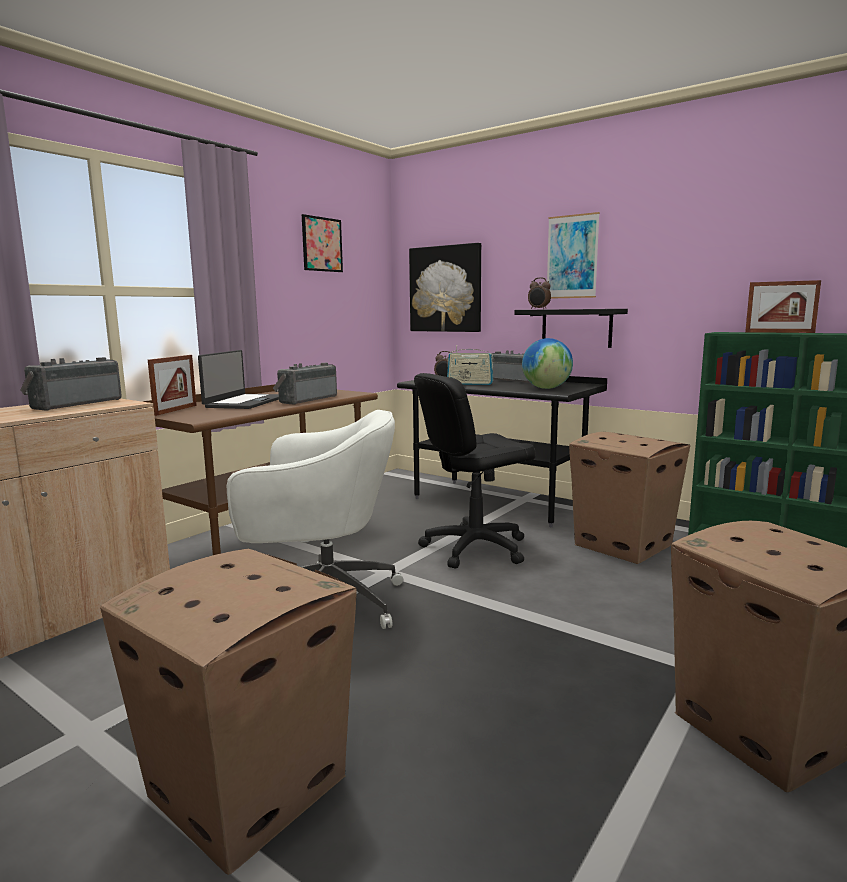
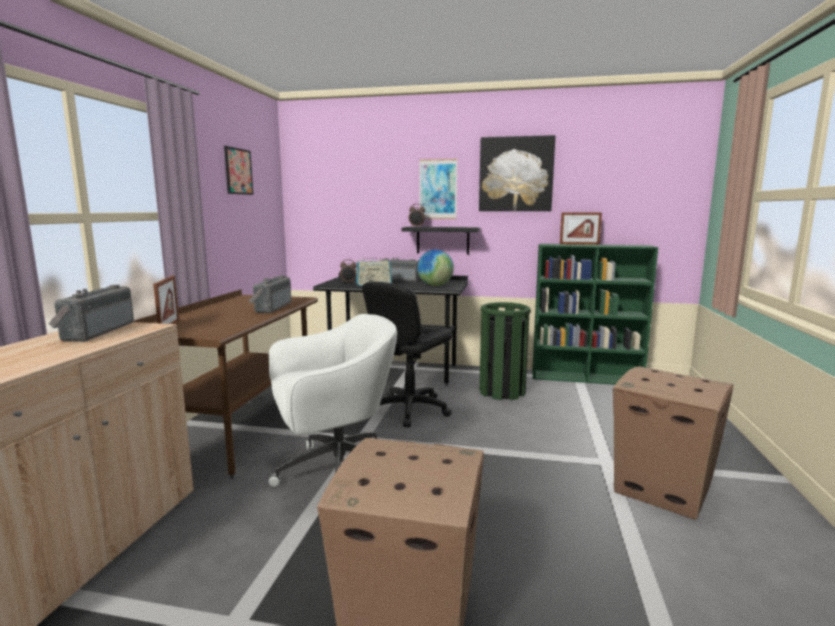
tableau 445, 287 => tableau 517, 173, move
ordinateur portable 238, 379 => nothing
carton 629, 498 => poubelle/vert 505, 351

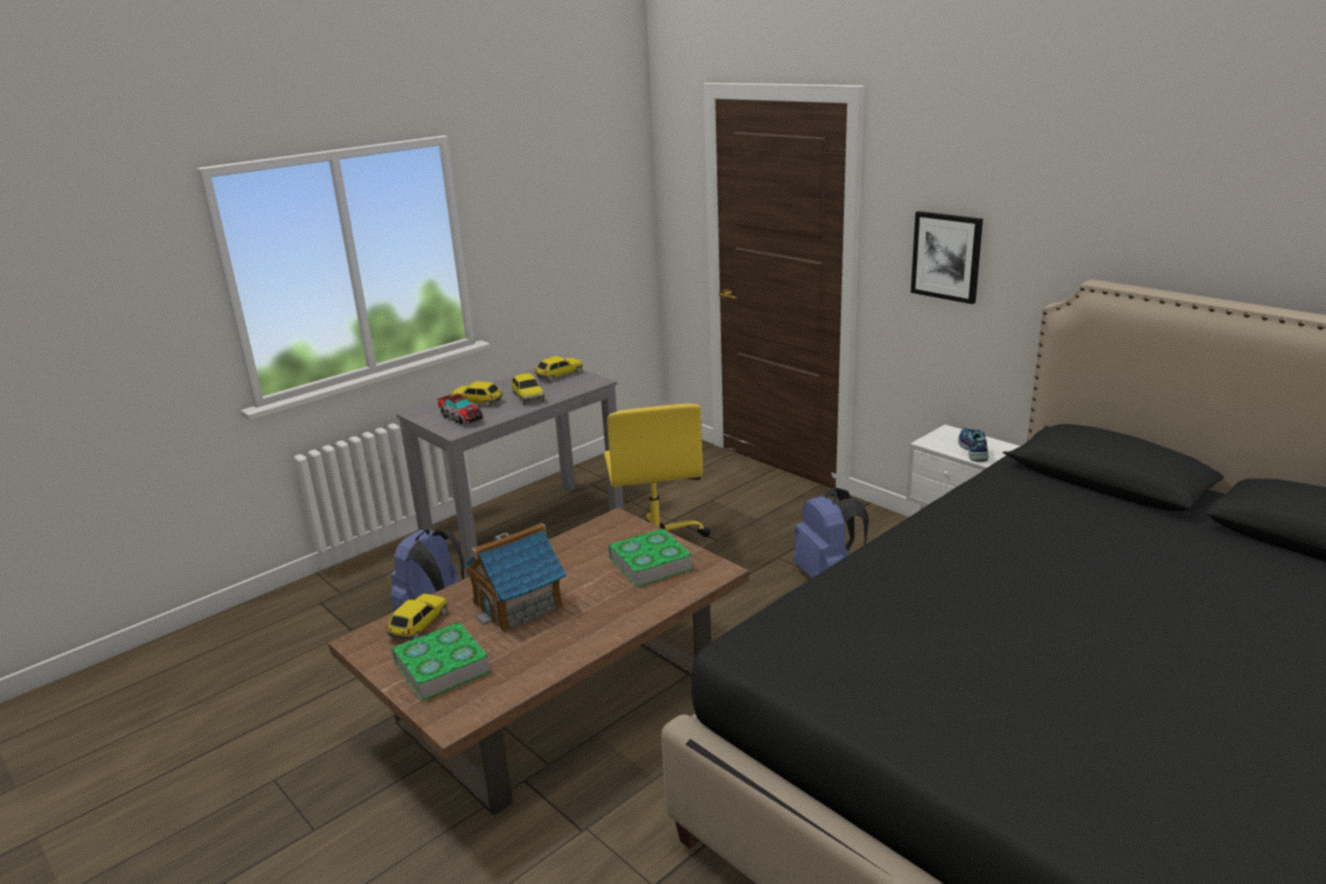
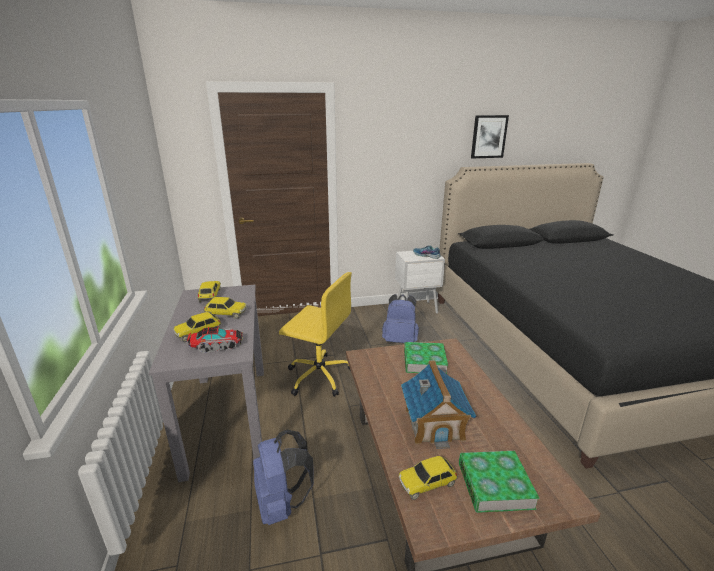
tableau 947, 257 => tableau 490, 136, move
petite voiture 416, 617 => petite voiture 428, 478, 75 degrees counterclockwise

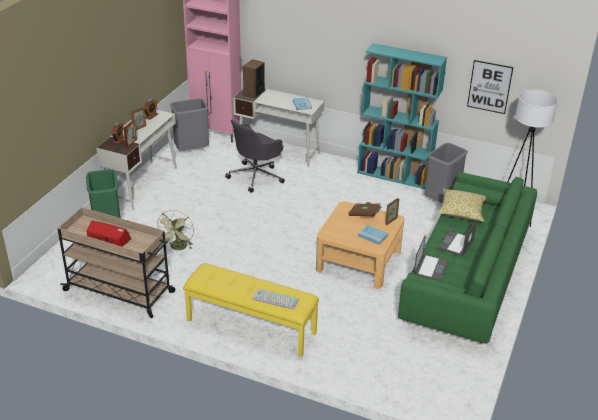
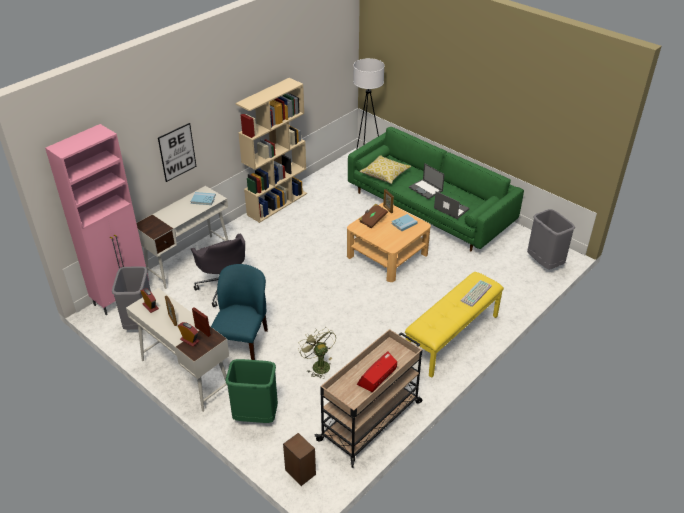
bibliothèque/turquoise 402, 116 => bibliothèque/beige 271, 150
enceinte 254, 79 => enceinte 299, 459, move
tableau 490, 87 => tableau 177, 152, move
poubelle/gris 446, 173 => poubelle/gris 551, 239, move
ventilateur/vert 175, 230 => ventilateur/vert 317, 353, 150 degrees counterclockwise
nothing => chaise/bleu 239, 312

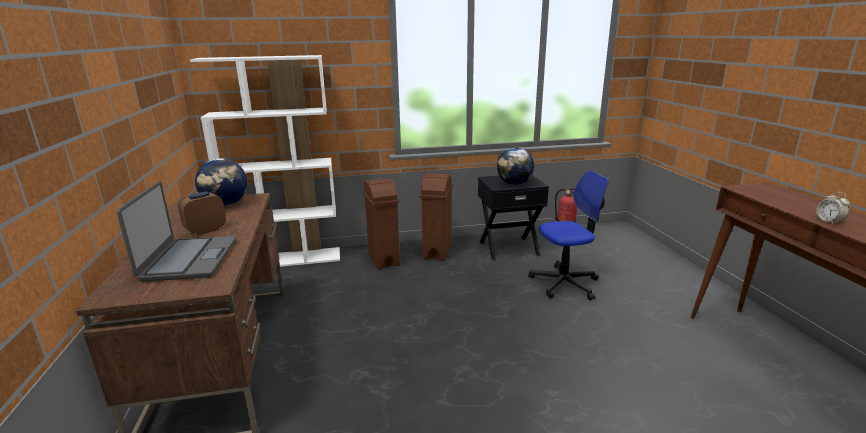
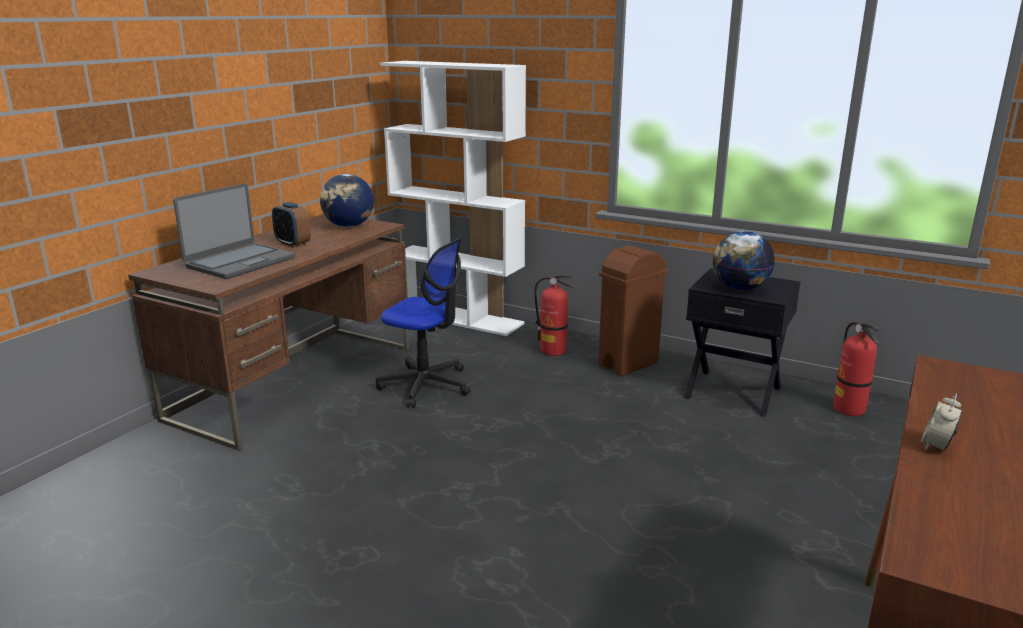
chaise de bureau 568, 235 => chaise de bureau 423, 323, move
poubelle/marron 381, 223 => extincteur 554, 315
réveil 202, 213 => réveil 291, 224, 135 degrees counterclockwise

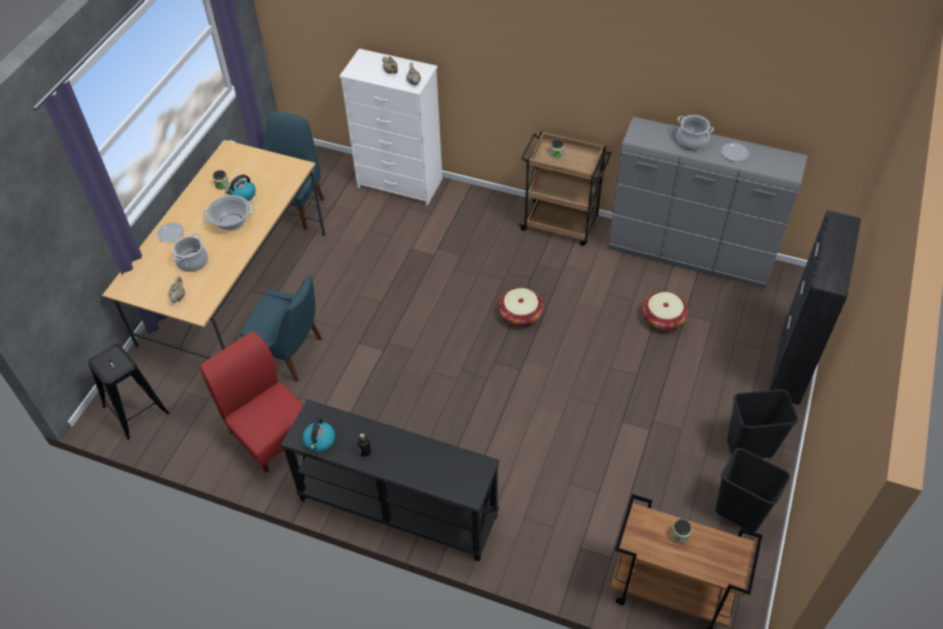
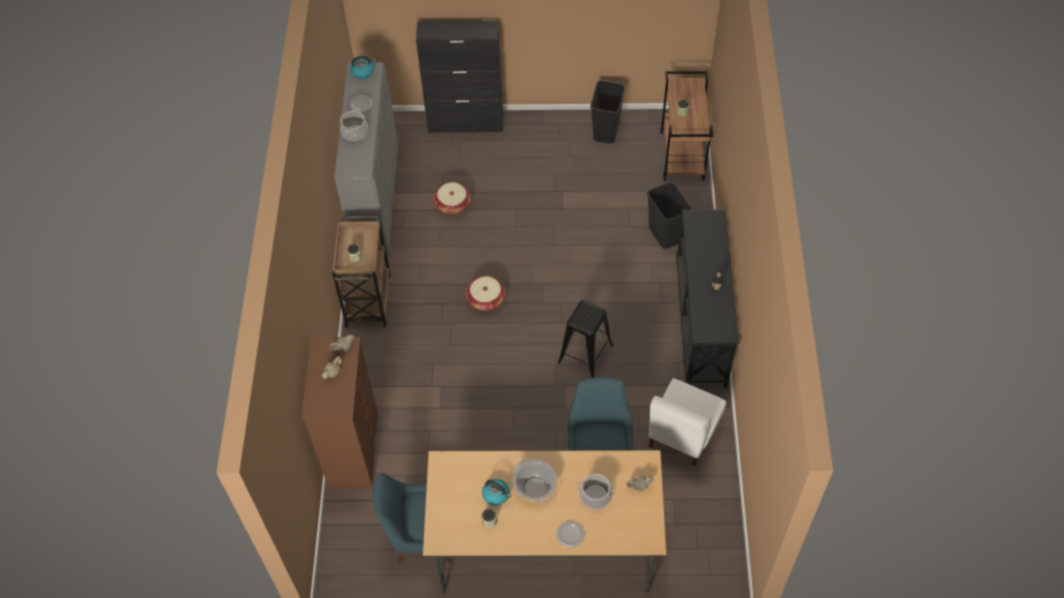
commode/blanc 391, 127 => commode/marron 339, 412
chaise/rouge 251, 402 => chaise/blanc 687, 422
tabouret/noir 128, 392 => tabouret/noir 585, 339, move
poubelle/noir 762, 423 => poubelle/noir 669, 215, move
bouilloire 319, 435 => bouilloire 363, 67, move

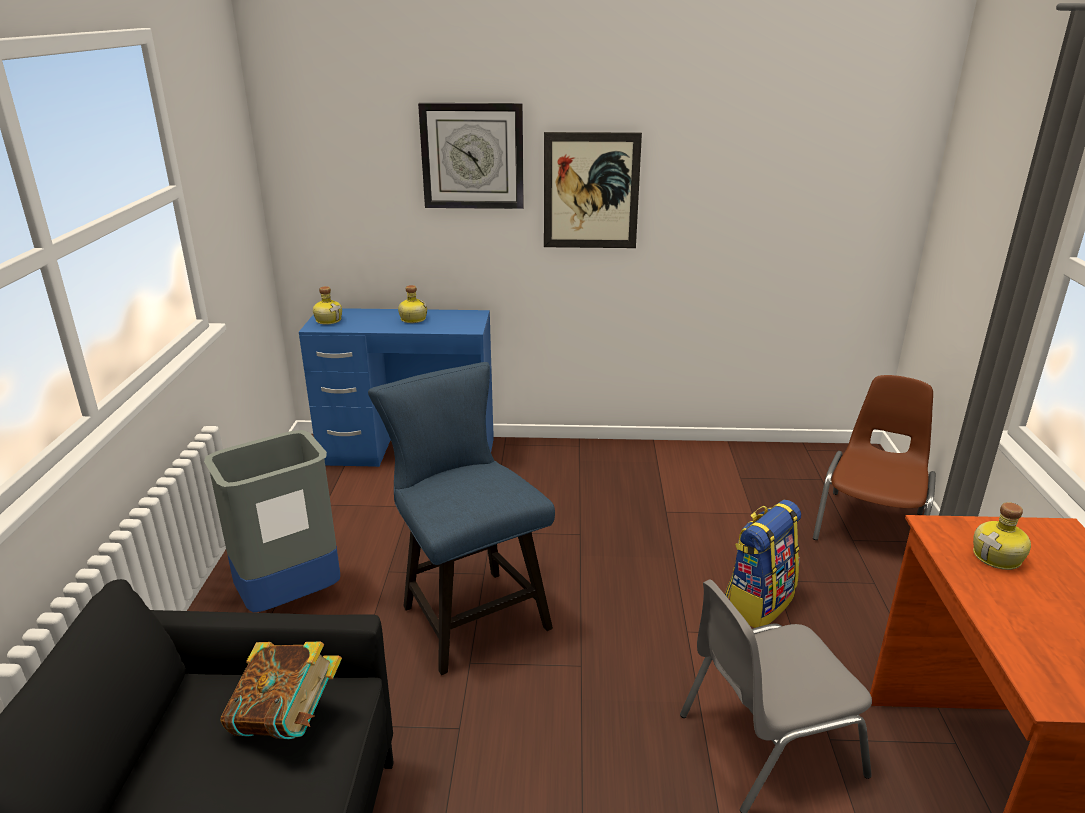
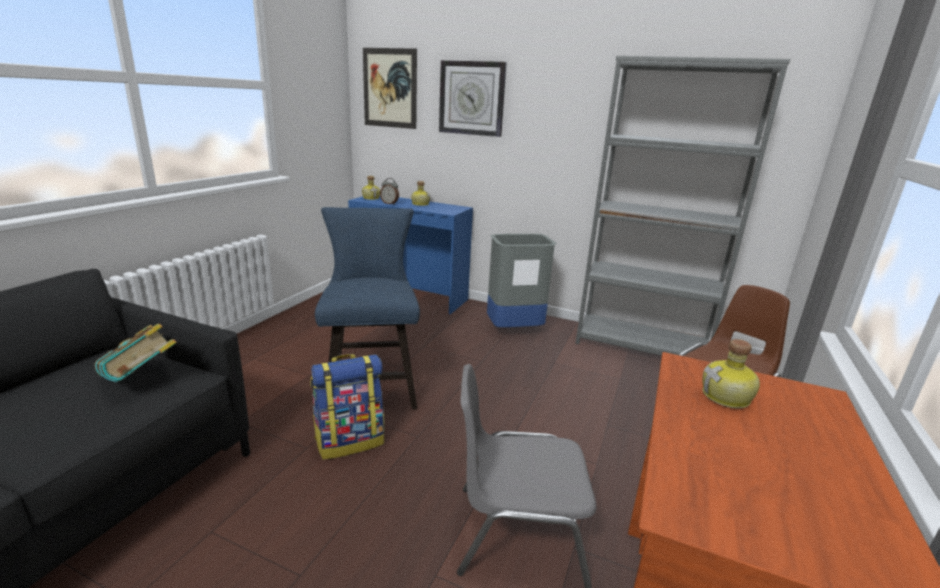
tableau 593, 190 => tableau 390, 88, move
poubelle/gris 272, 521 => poubelle/gris 521, 280, move
sac à dos 763, 564 => sac à dos 347, 407, move
nothing => bibliothèque/gris 682, 206
nothing => réveil 389, 191

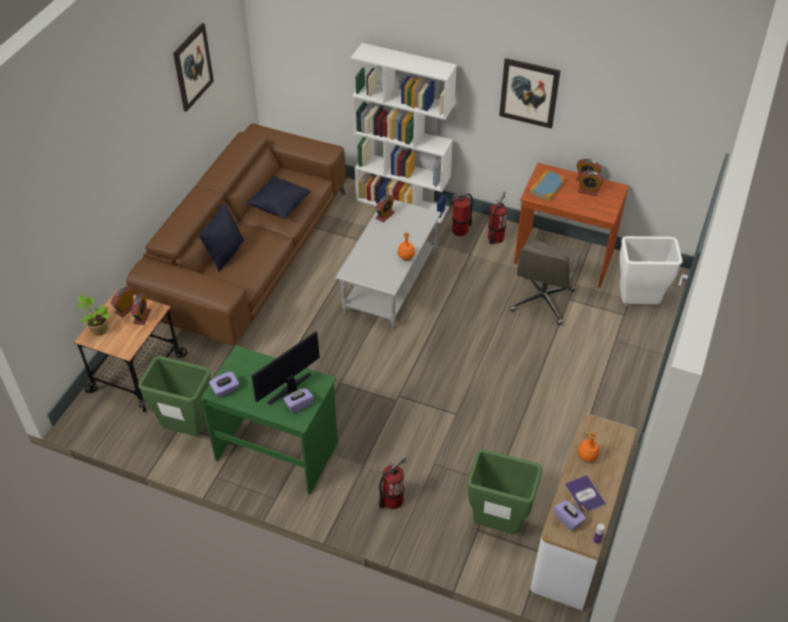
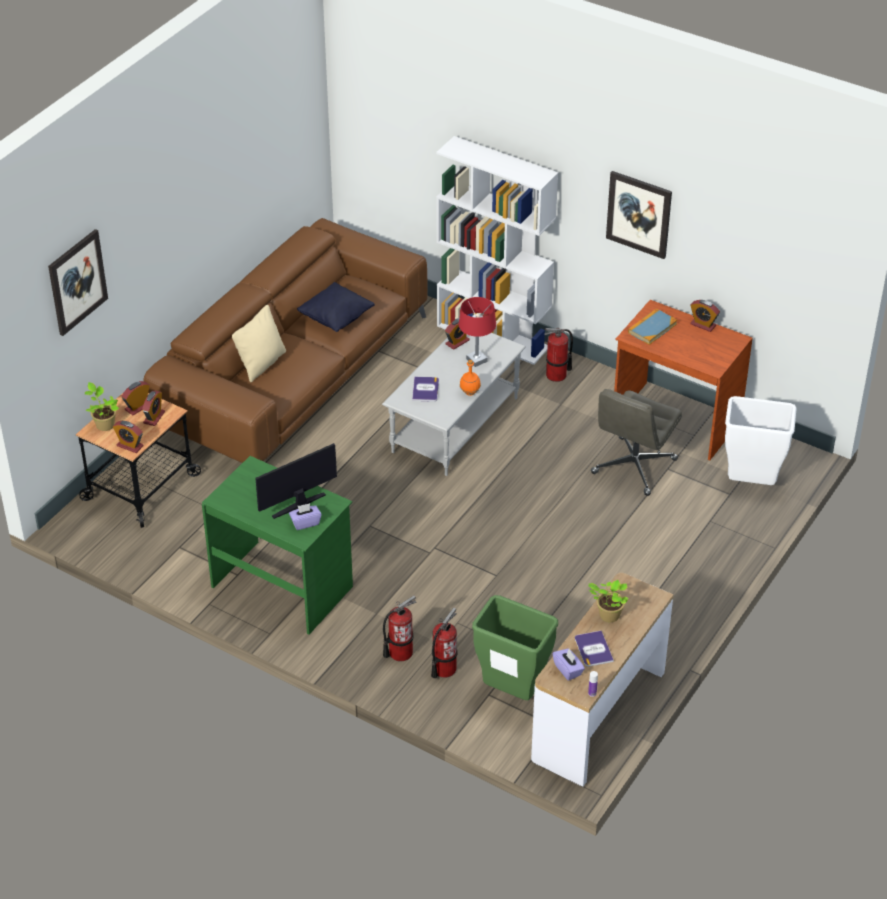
tableau 193, 67 => tableau 78, 282, move
réveil 591, 183 => réveil 128, 437, move
extincteur 497, 217 => extincteur 444, 643, move
coussin/noir 221, 237 => coussin/beige 259, 343
poubelle/vert 174, 396 => nothing
boîte à mouchoirs/violet 224, 384 => nothing
bouteille/orange 588, 447 => plante en pot 608, 601
nothing => lampe de table/rouge 477, 332
nothing => livre 425, 389

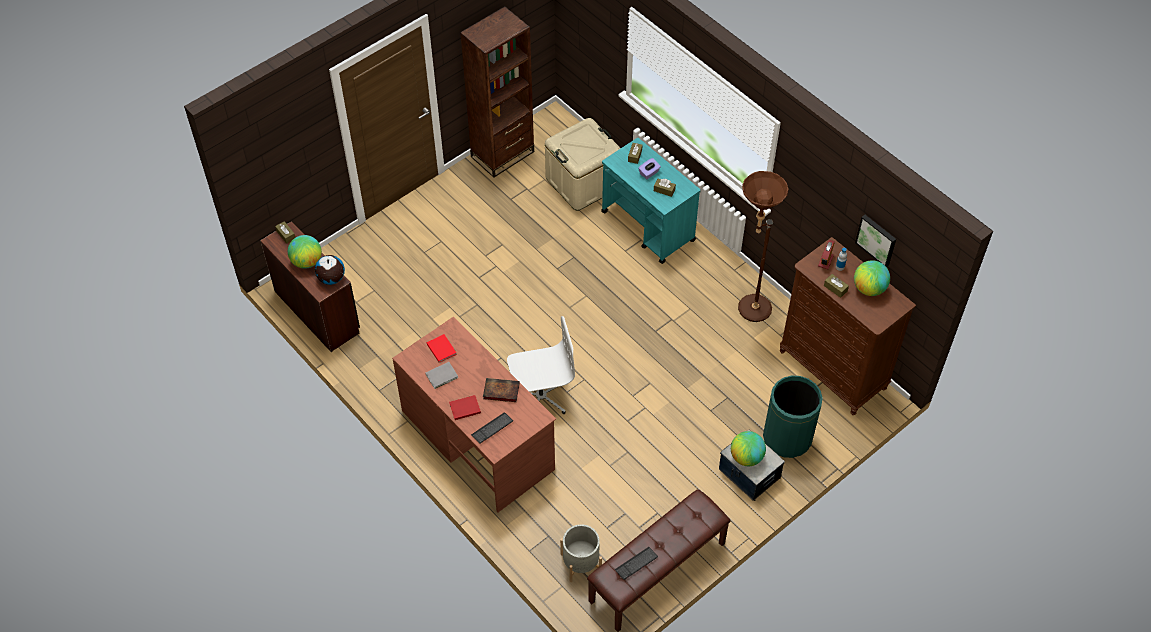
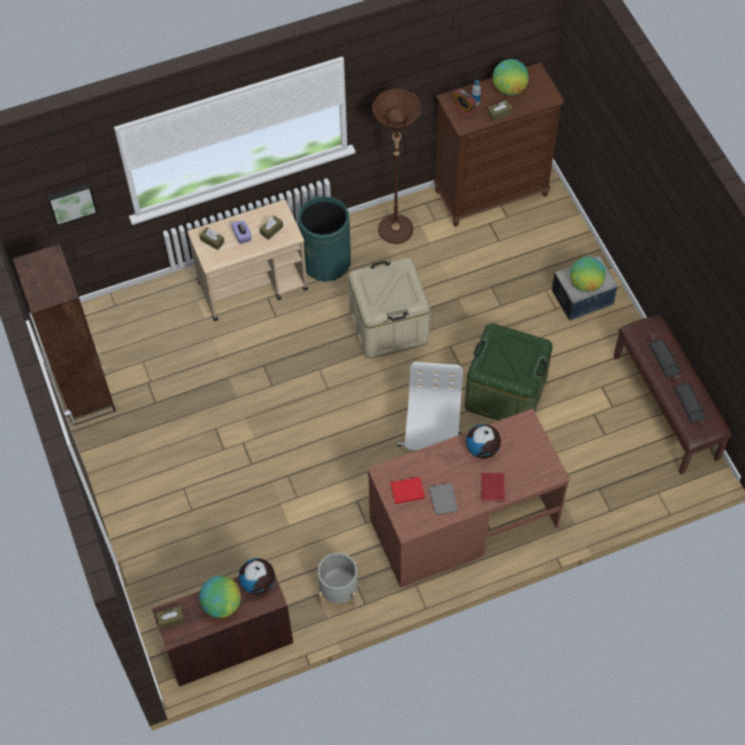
boîte de rangement/beige 583, 164 => boîte de rangement/beige 389, 307, move
chariot/turquoise 651, 201 => chariot/beige 248, 260
tableau 875, 241 => tableau 72, 204, move
poubelle/vert 793, 417 => poubelle/vert 324, 239, move
livre 501, 390 => globe 483, 441
clavier 492, 428 => clavier 665, 358, move
cache-pot/gris 581, 553 => cache-pot/gris 338, 581, move
nothing => boîte de rangement/vert 509, 372

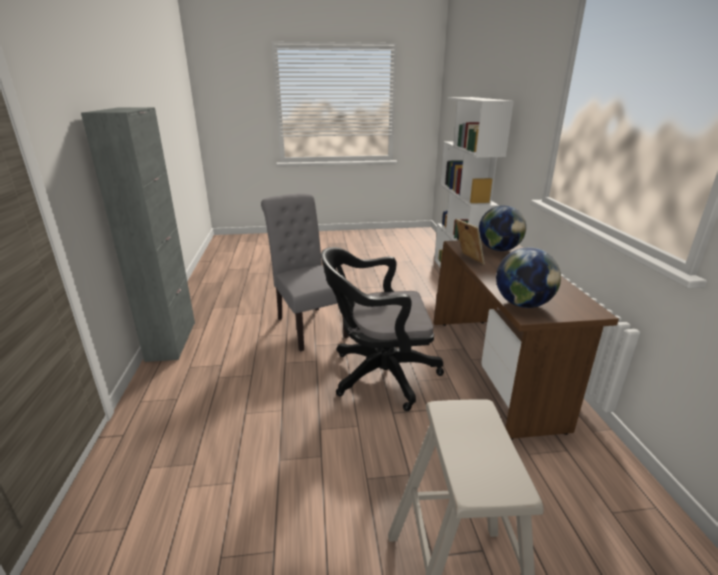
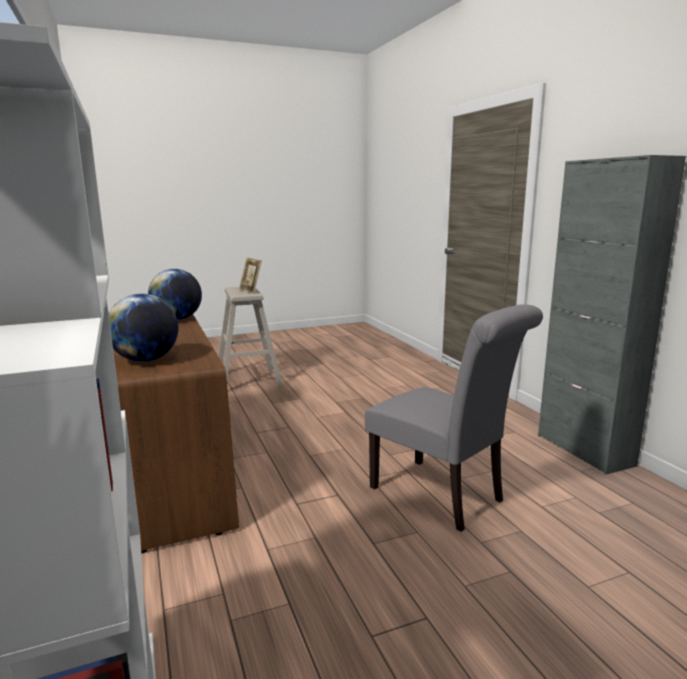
cadre photo 470, 241 => cadre photo 250, 275, move
chaise de bureau/noir 382, 329 => nothing

